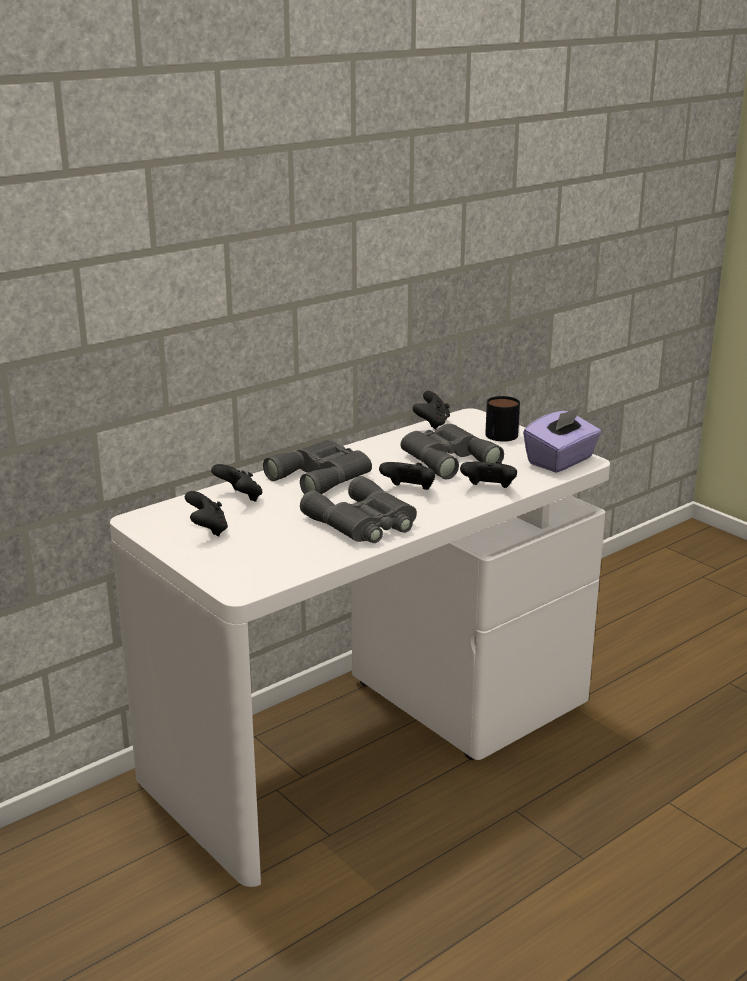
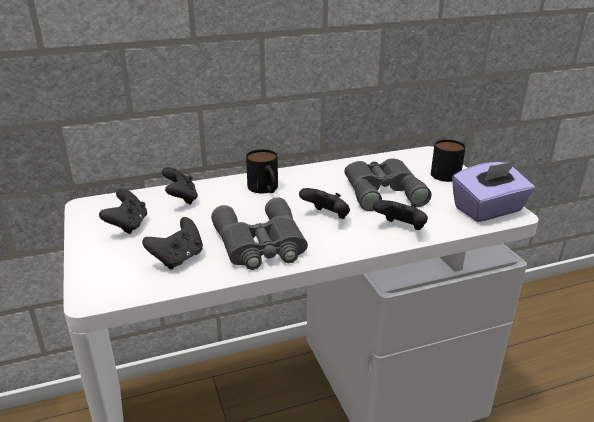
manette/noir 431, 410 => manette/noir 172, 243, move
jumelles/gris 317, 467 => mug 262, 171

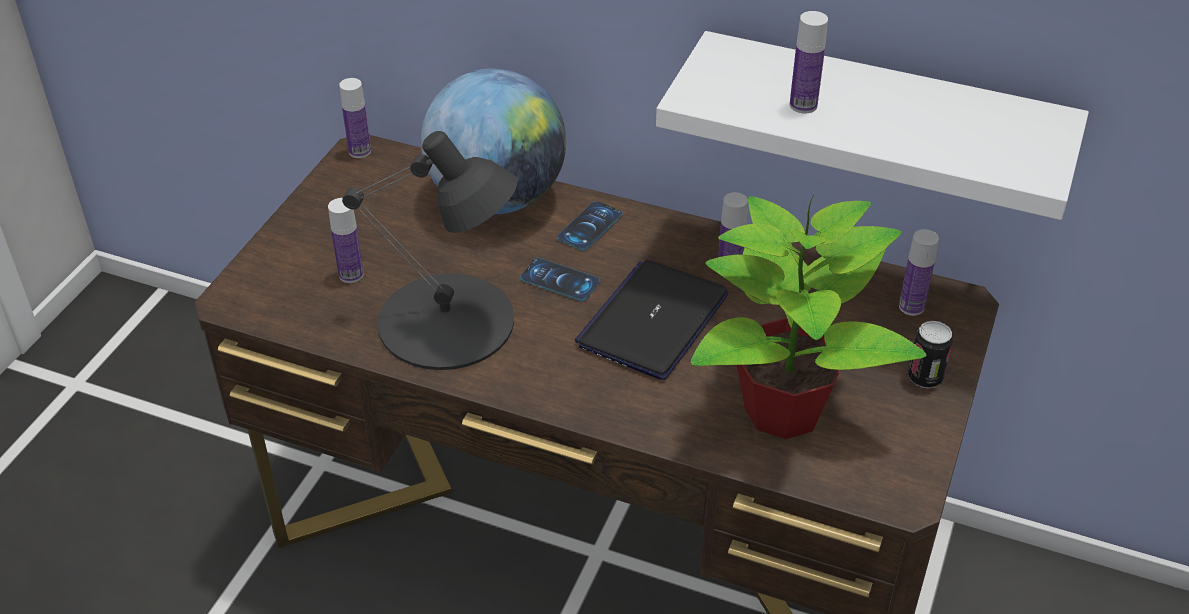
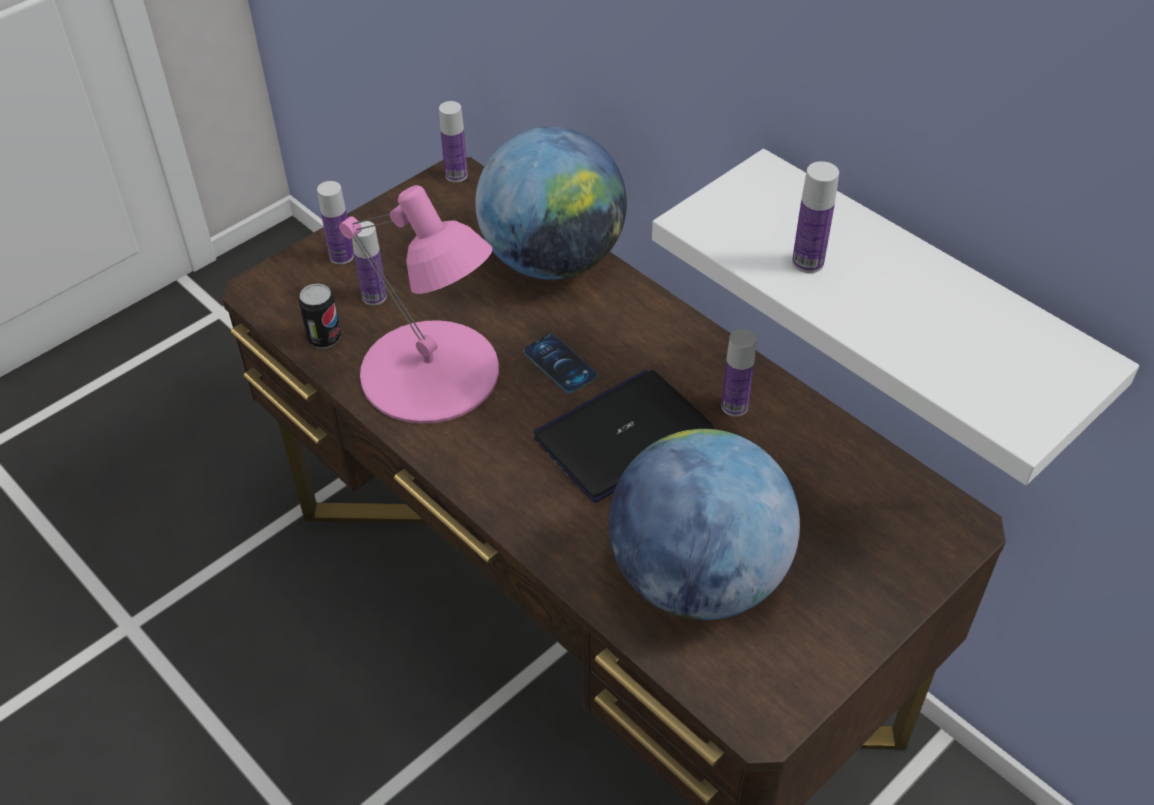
lampe de table/noir 429, 250 => lampe de table/rose 419, 304
plante en pot 808, 316 => globe 704, 524
téléphone 590, 226 => nothing
bouteille 919, 272 => bouteille 335, 223, move
boîte métallique 930, 355 => boîte métallique 320, 316, move

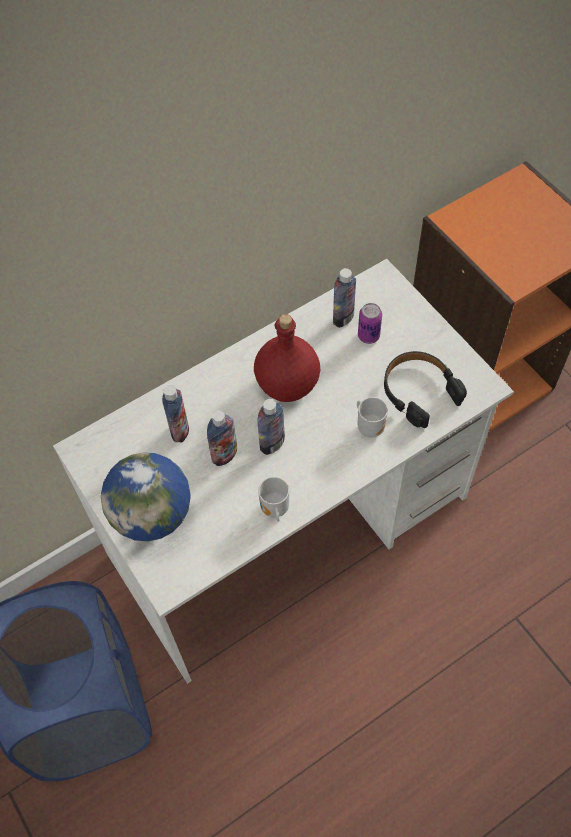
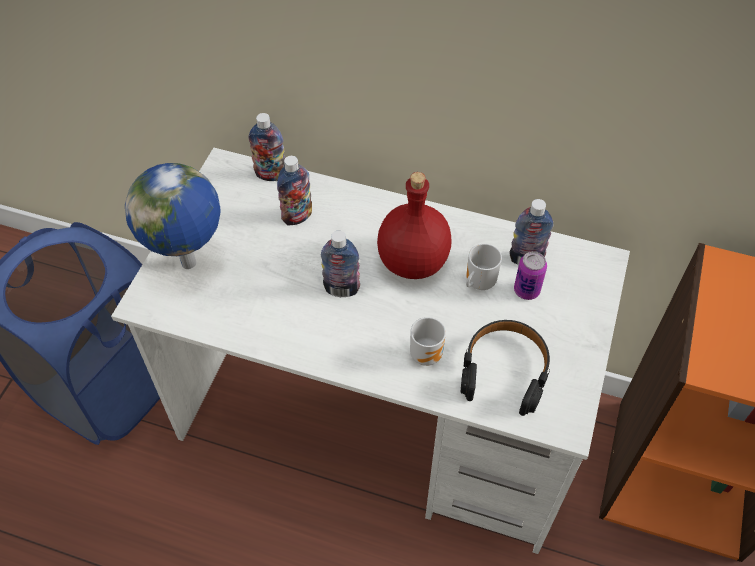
bouteille 222, 438 => bouteille 266, 147, move
mug 273, 499 => mug 484, 267, move

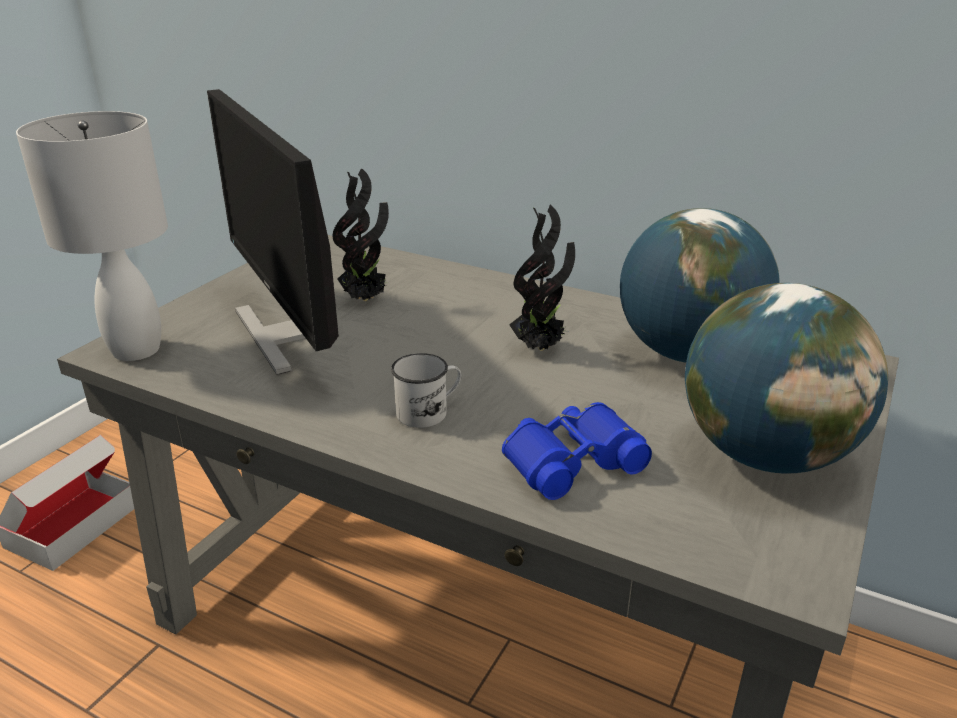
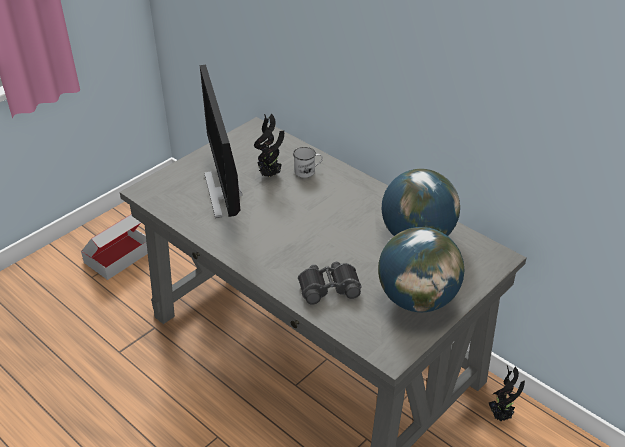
lampe de table/blanc 92, 236 => nothing
plante en pot 542, 277 => plante en pot 507, 393, move
mug/blanc 426, 390 => mug/blanc 308, 162, move
jumelles/bleu 577, 451 => jumelles/noir 330, 283

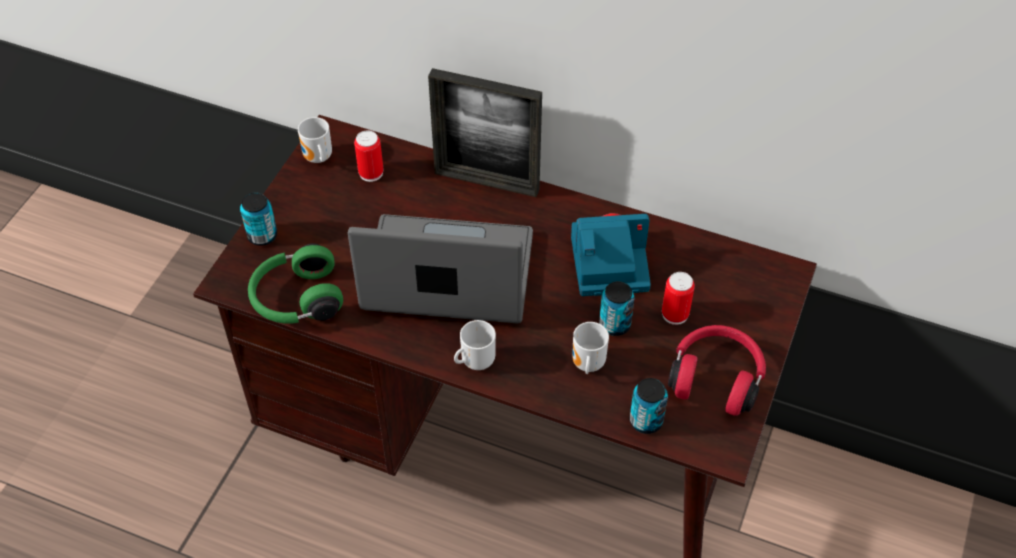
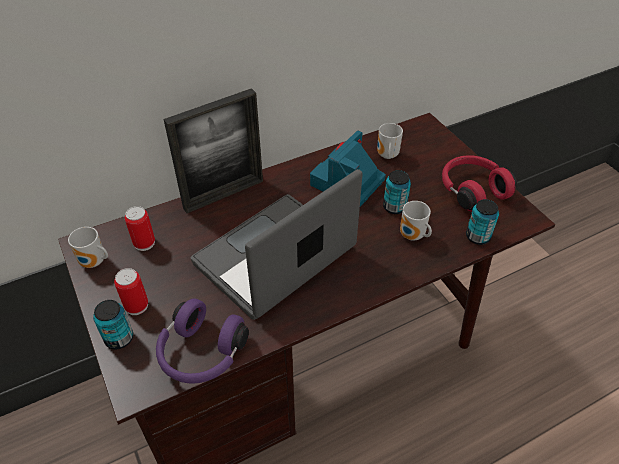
casque audio/vert 295, 283 => casque audio/violet 202, 341
boîte métallique 678, 298 => boîte métallique 131, 291, move
mug 475, 345 => mug 390, 141, move

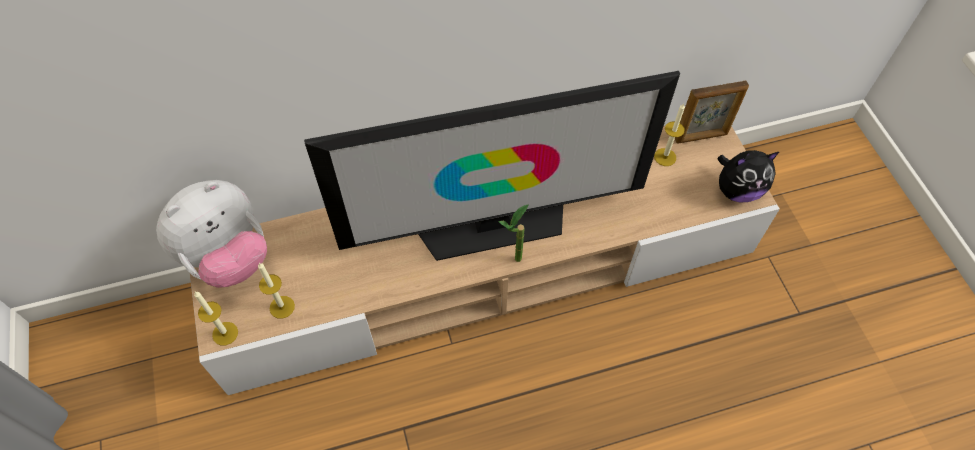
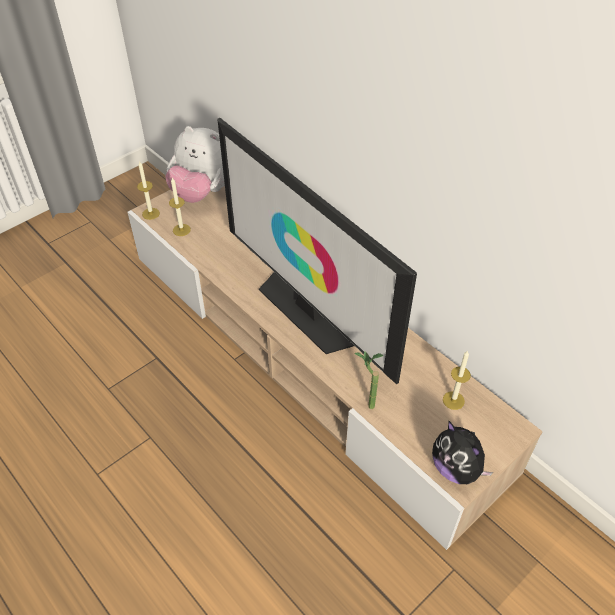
cadre photo 712, 112 => nothing
plante en pot 513, 233 => plante en pot 368, 380, move

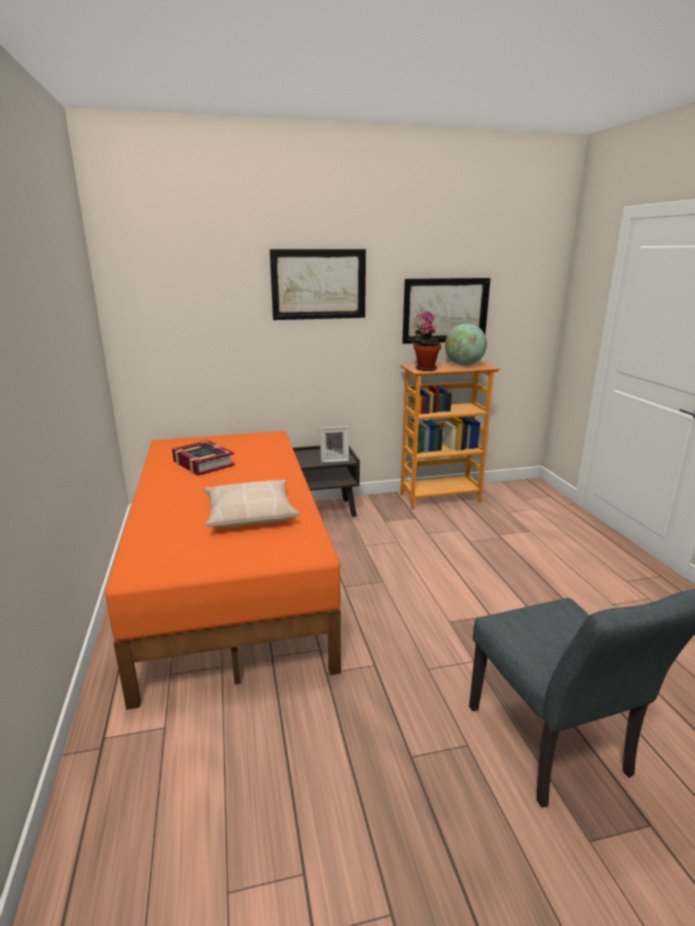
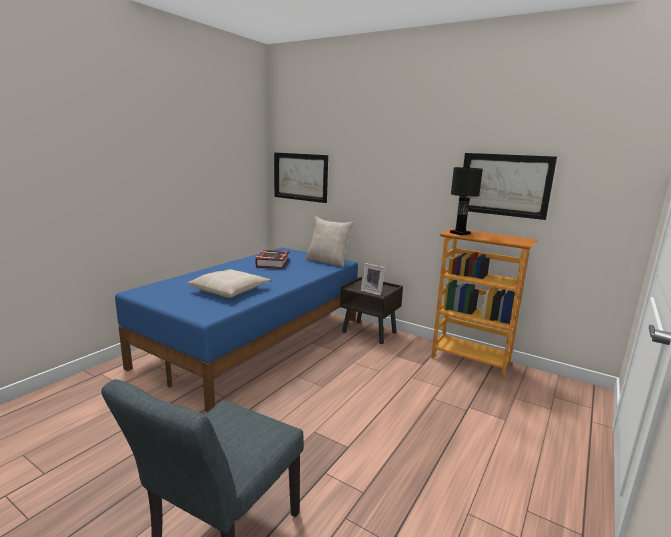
tableau 318, 284 => tableau 301, 177, move
plante en pot 426, 341 => lampe de table/noir 466, 200
globe 466, 345 => nothing
lit/orange 223, 570 => lit/bleu 236, 329
nothing => coussin/beige 329, 241

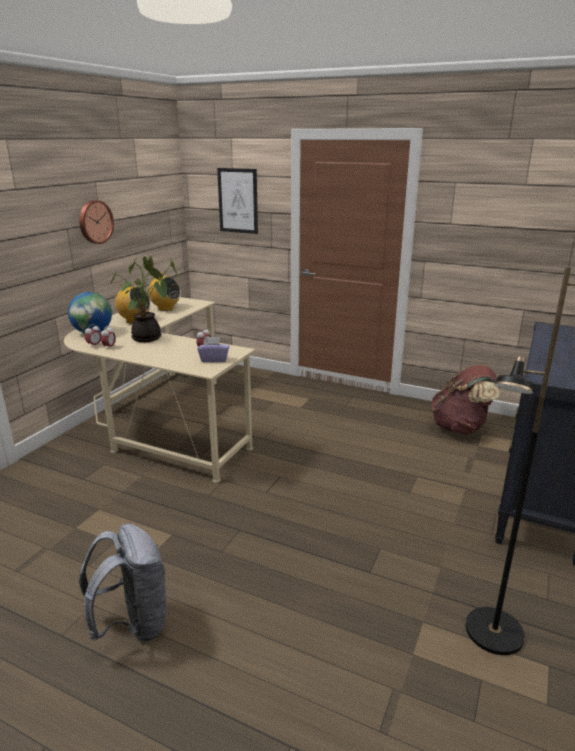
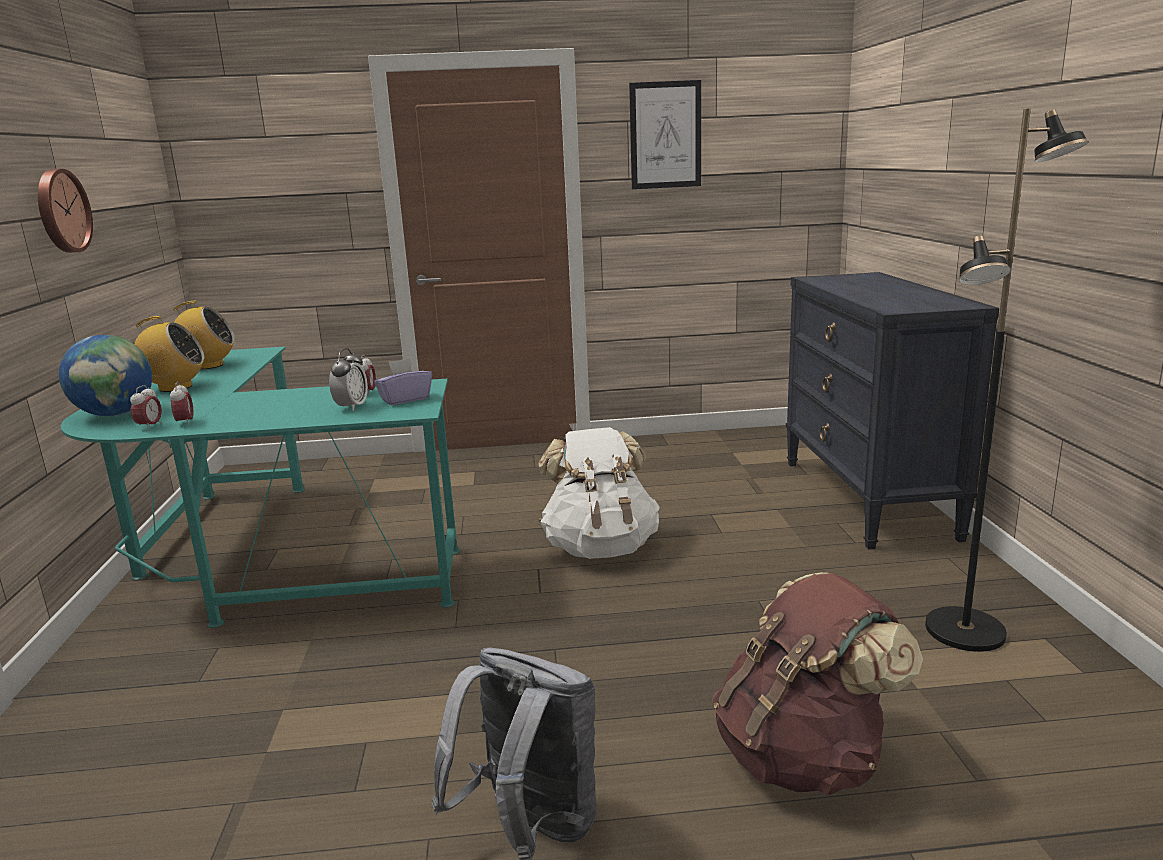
tableau 237, 201 => tableau 665, 134, move
plante en pot 144, 299 => nothing
bureau/beige 159, 390 => bureau/turquoise 260, 487
sac à dos/marron 466, 400 => sac à dos/marron 817, 684, move
nothing => réveil 348, 379
nothing => sac à dos/blanc 599, 493

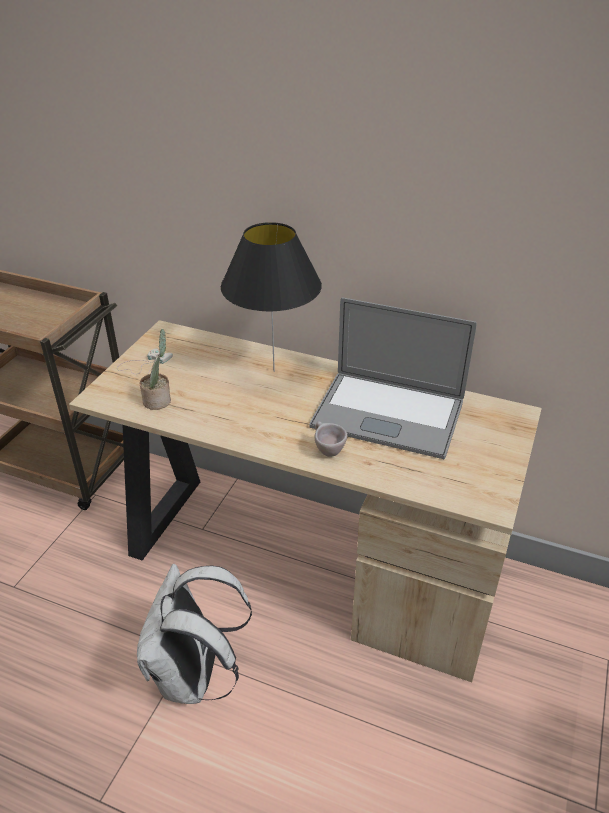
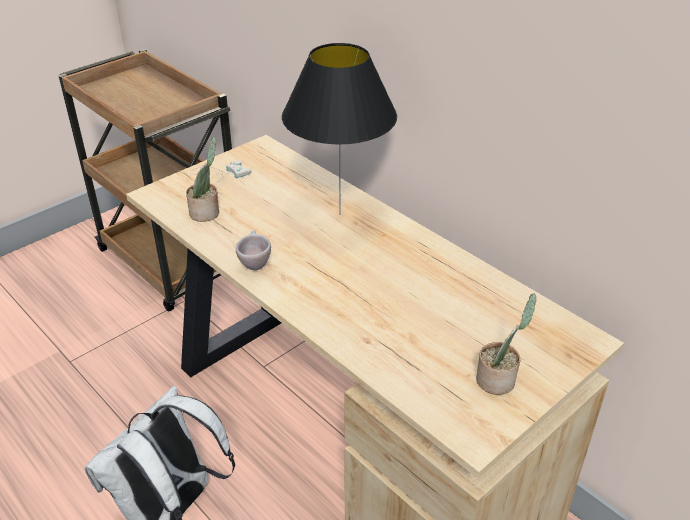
ordinateur portable 393, 378 => nothing
tasse/beige 331, 439 => tasse/beige 253, 250, move
nothing => plante en pot 506, 344

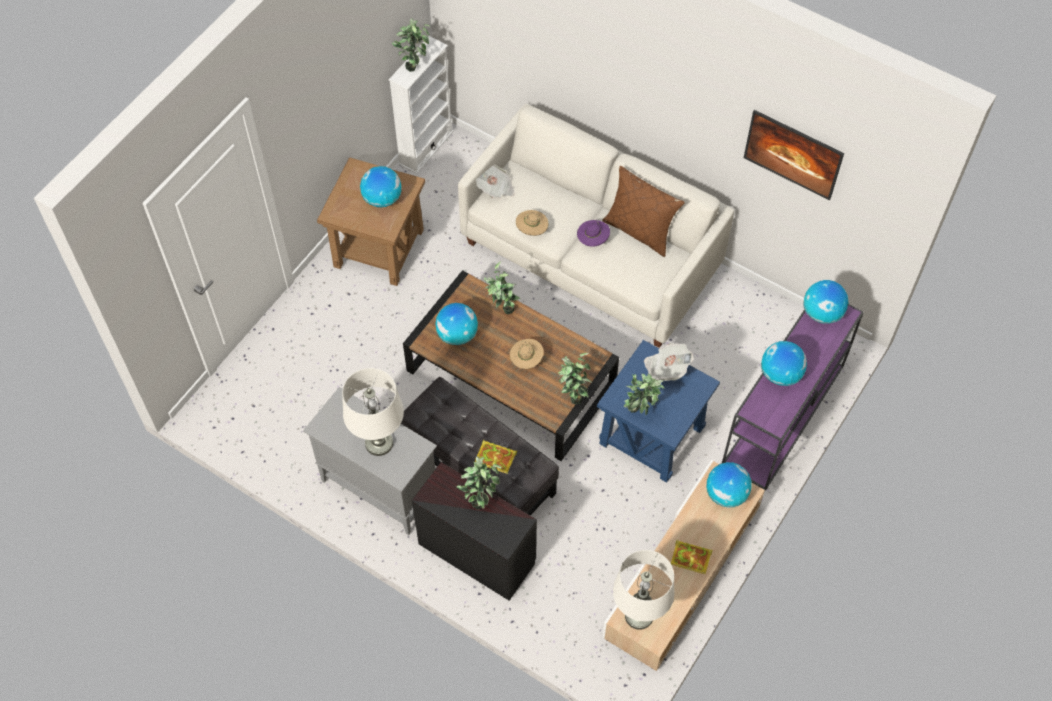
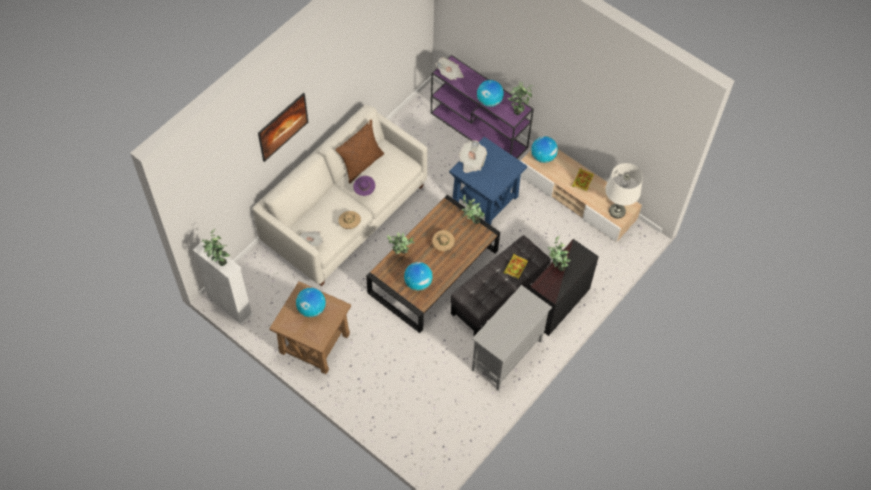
tableau 794, 155 => tableau 283, 127, move
globe 825, 302 => journal 450, 68
lampe de table/blanc 373, 412 => nothing
plante en pot 644, 394 => plante en pot 520, 98, move

